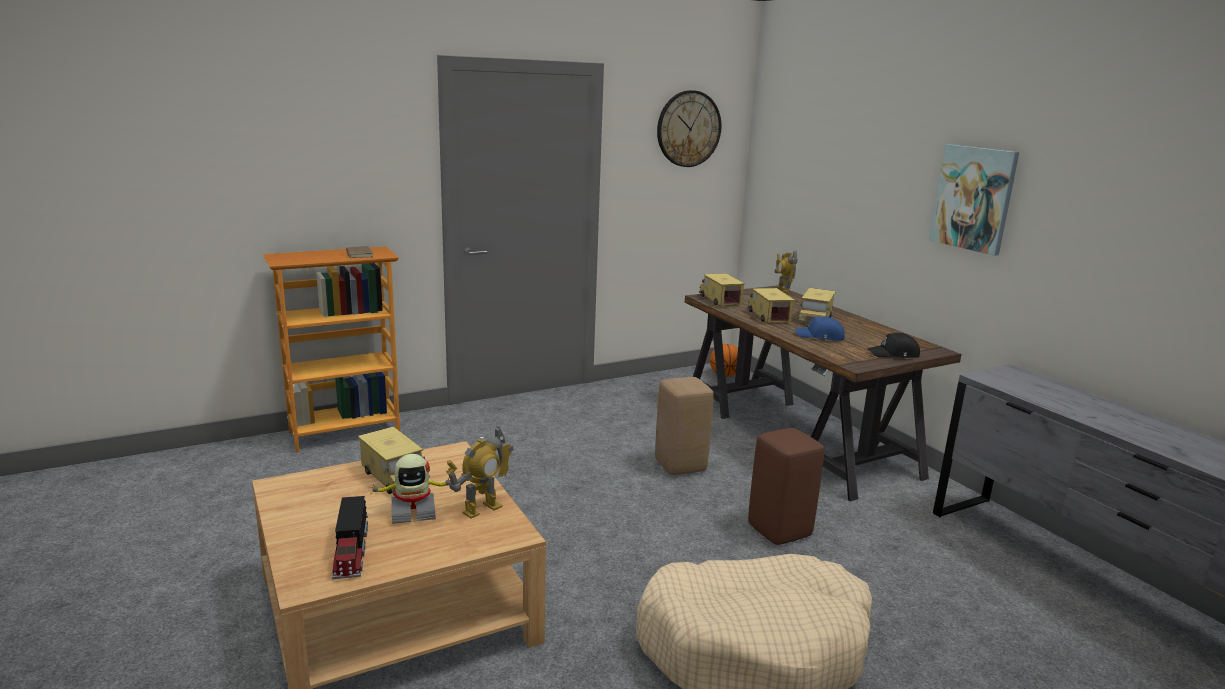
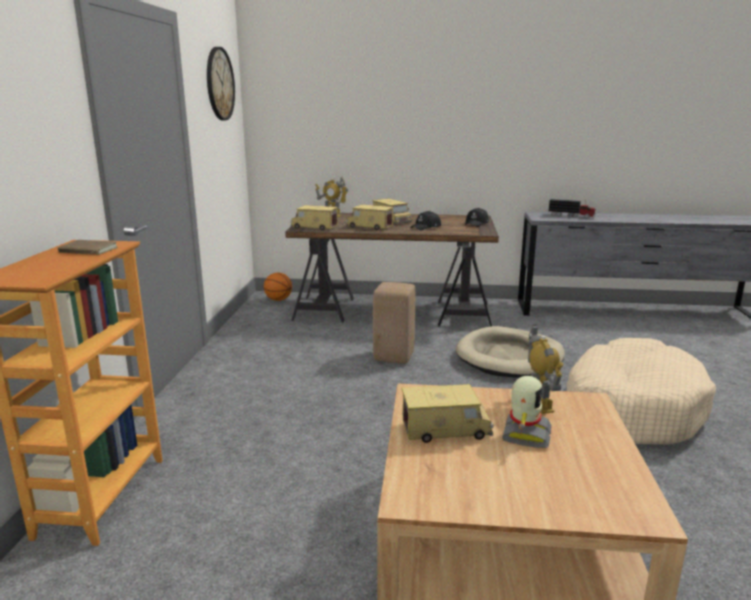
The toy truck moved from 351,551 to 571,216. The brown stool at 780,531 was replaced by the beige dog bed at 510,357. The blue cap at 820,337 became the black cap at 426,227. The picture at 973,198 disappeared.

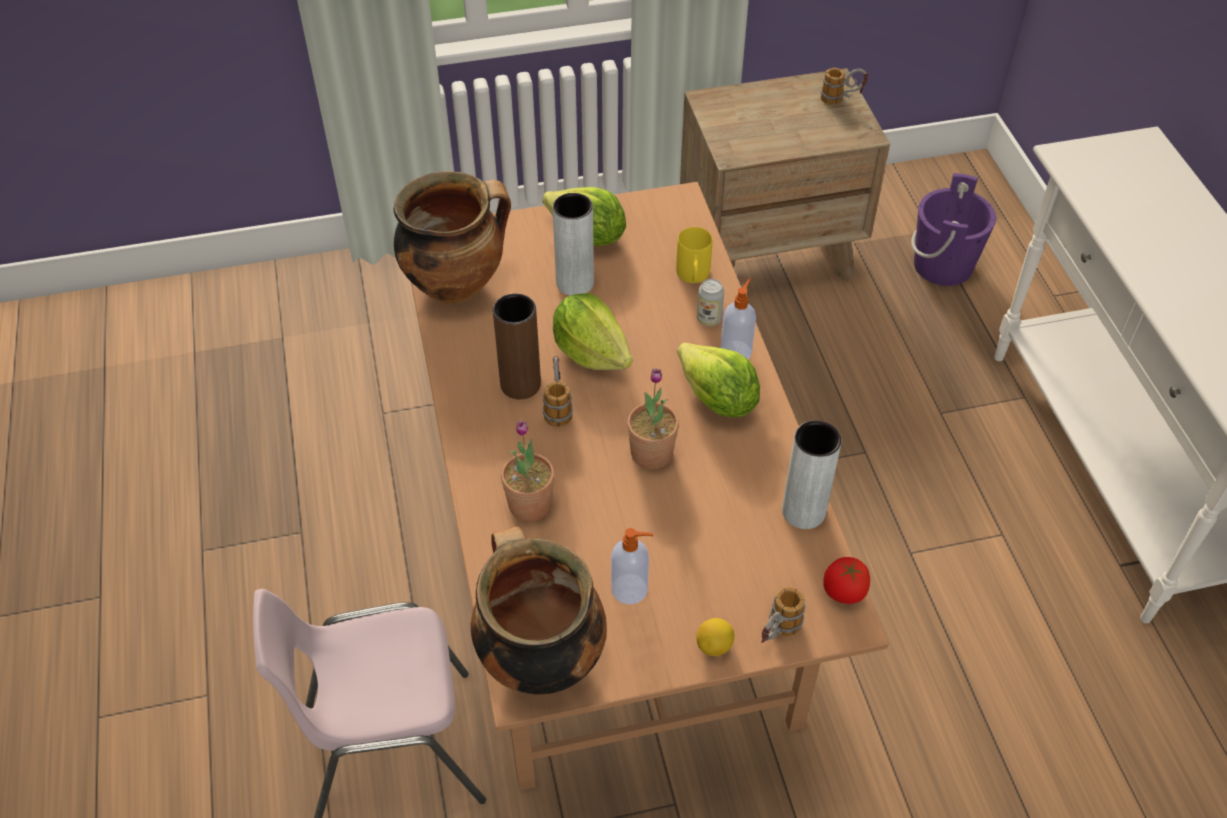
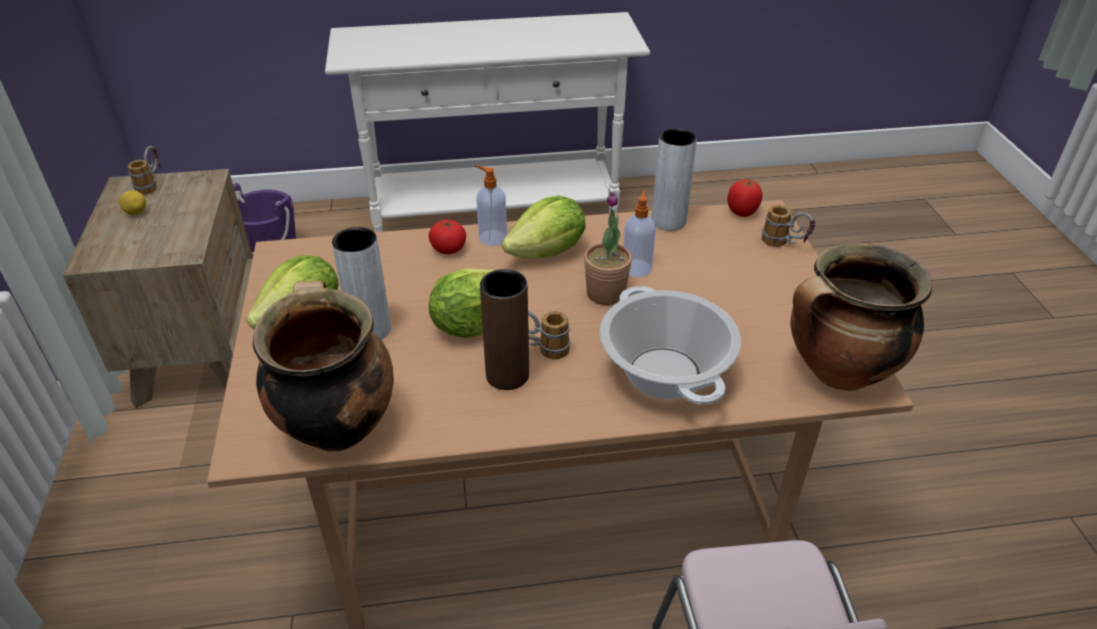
The potted plant at 530,504 was replaced by the cooking pot at 665,373. The soap dispenser moved from 631,589 to 636,267. The yellow mug at 693,277 disappeared. The lemon moved from 714,646 to 136,212. The can at 709,319 was replaced by the tomato at 448,249.

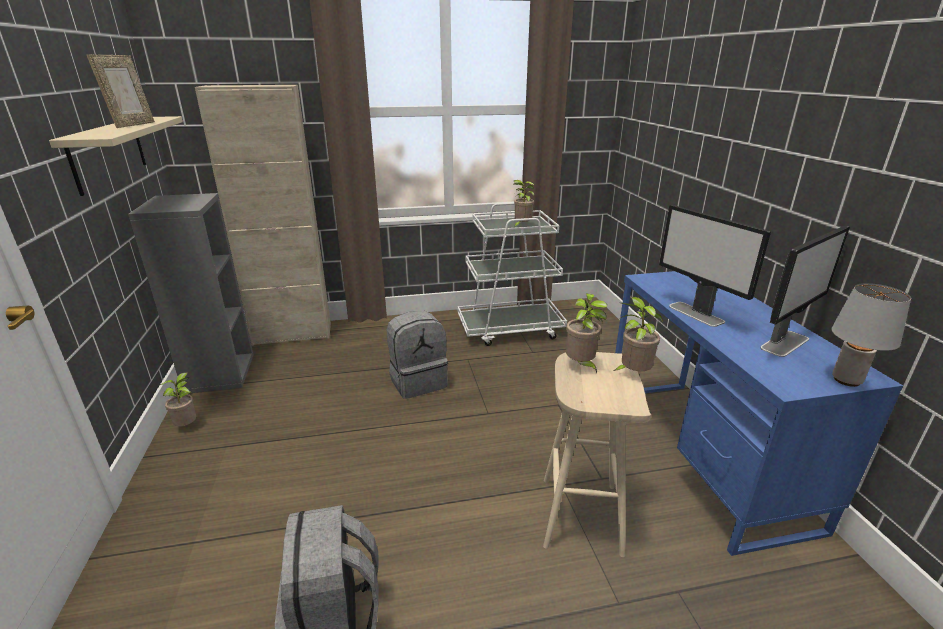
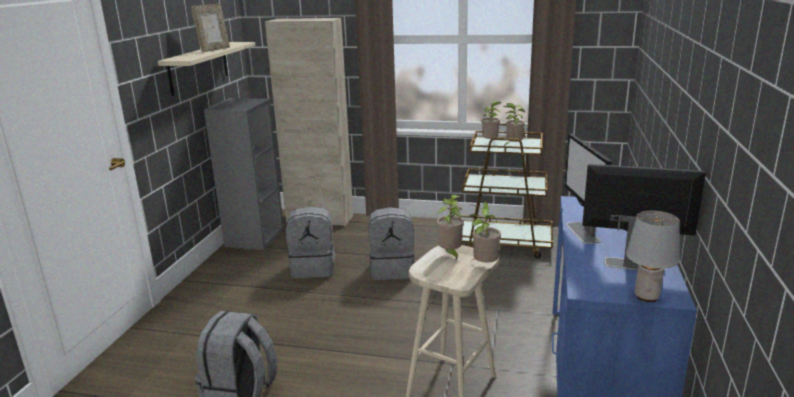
The potted plant moved from 188,426 to 490,142. The white cart at 510,329 became the brown cart at 503,243. The monitor at 785,343 turned 150 degrees counterclockwise. The grey backpack at 314,268 appeared.

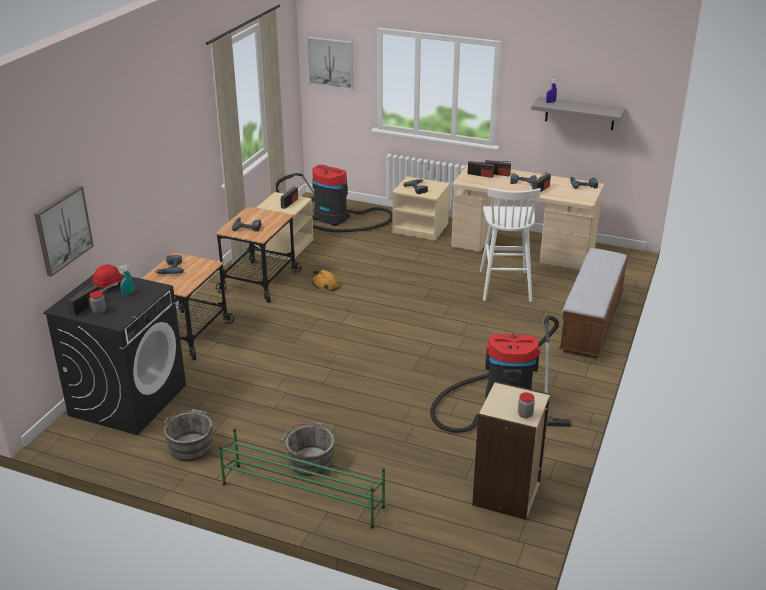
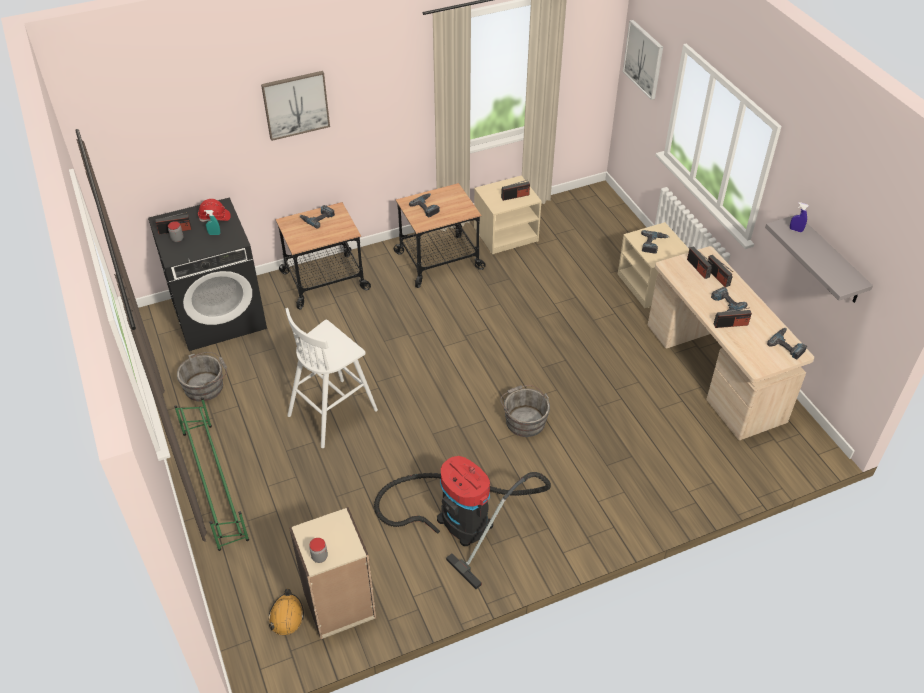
The picture moved from 63,230 to 296,105. The vacuum cleaner at 335,219 disappeared. The grey bucket moved from 308,461 to 524,420. The orange hard hat moved from 325,284 to 286,616. The white stool moved from 504,285 to 334,412. The bench at 591,322 disappeared.

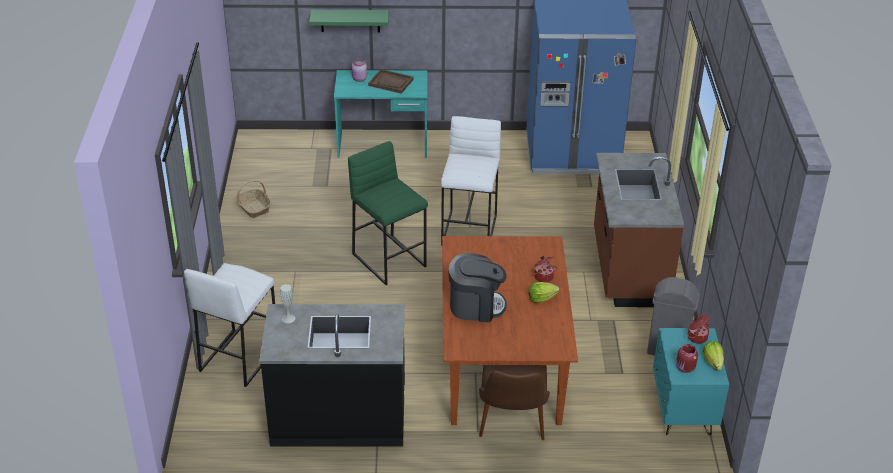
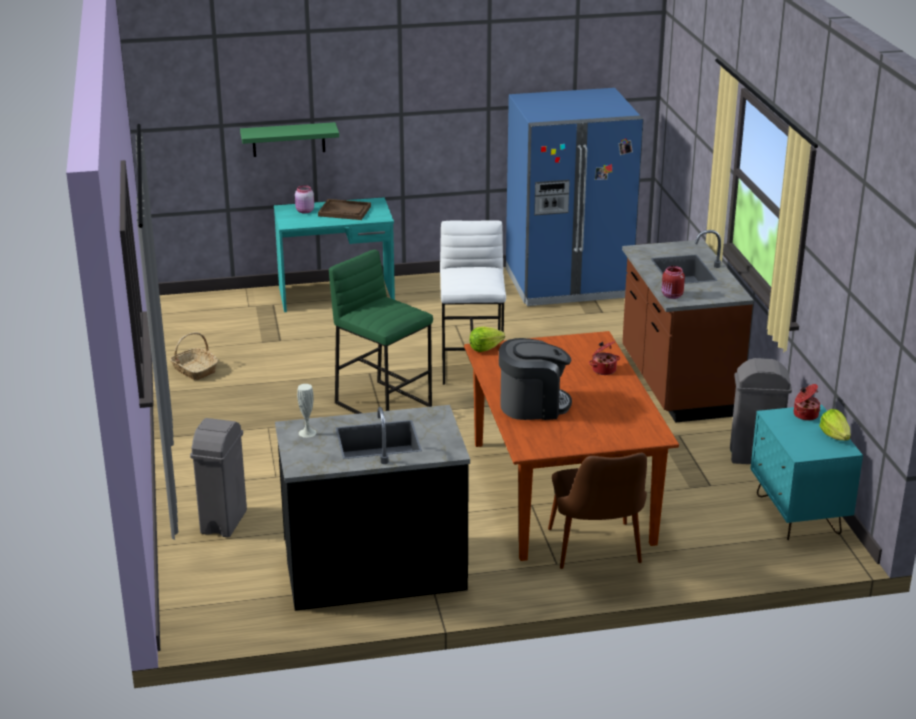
The white stool at 238,357 was replaced by the grey trash can at 223,522. The lettuce moved from 541,298 to 485,348. The red jar moved from 685,368 to 672,296.

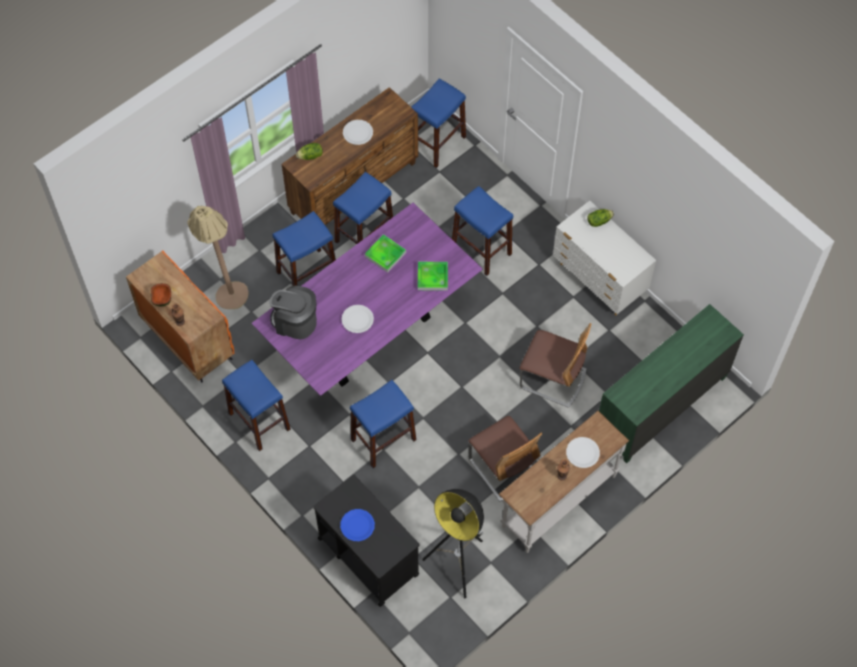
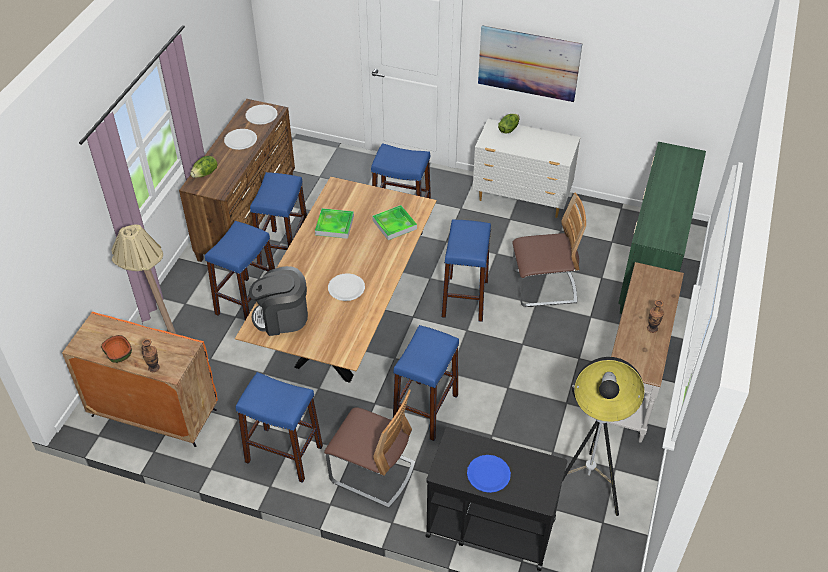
The purple dining table at 370,334 became the brown dining table at 346,325. The blue stool moved from 437,143 to 465,299. The chair moved from 503,468 to 373,472. The white plate moved from 582,453 to 261,115. The picture at 528,63 appeared.

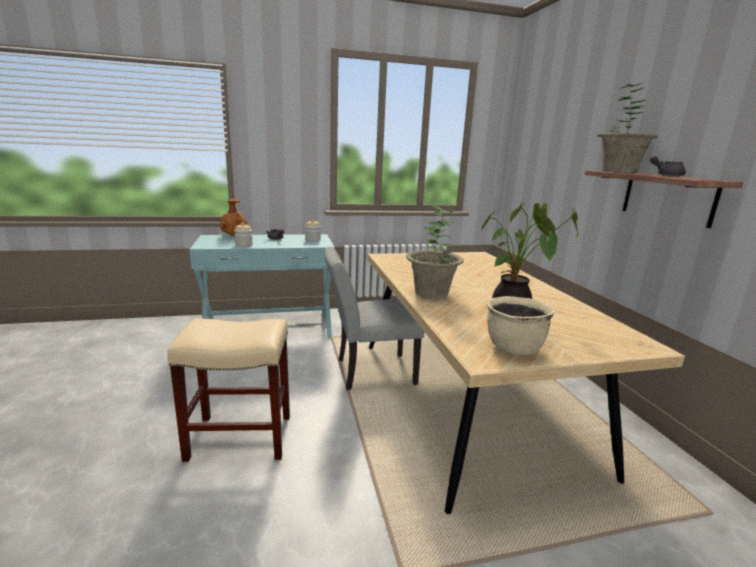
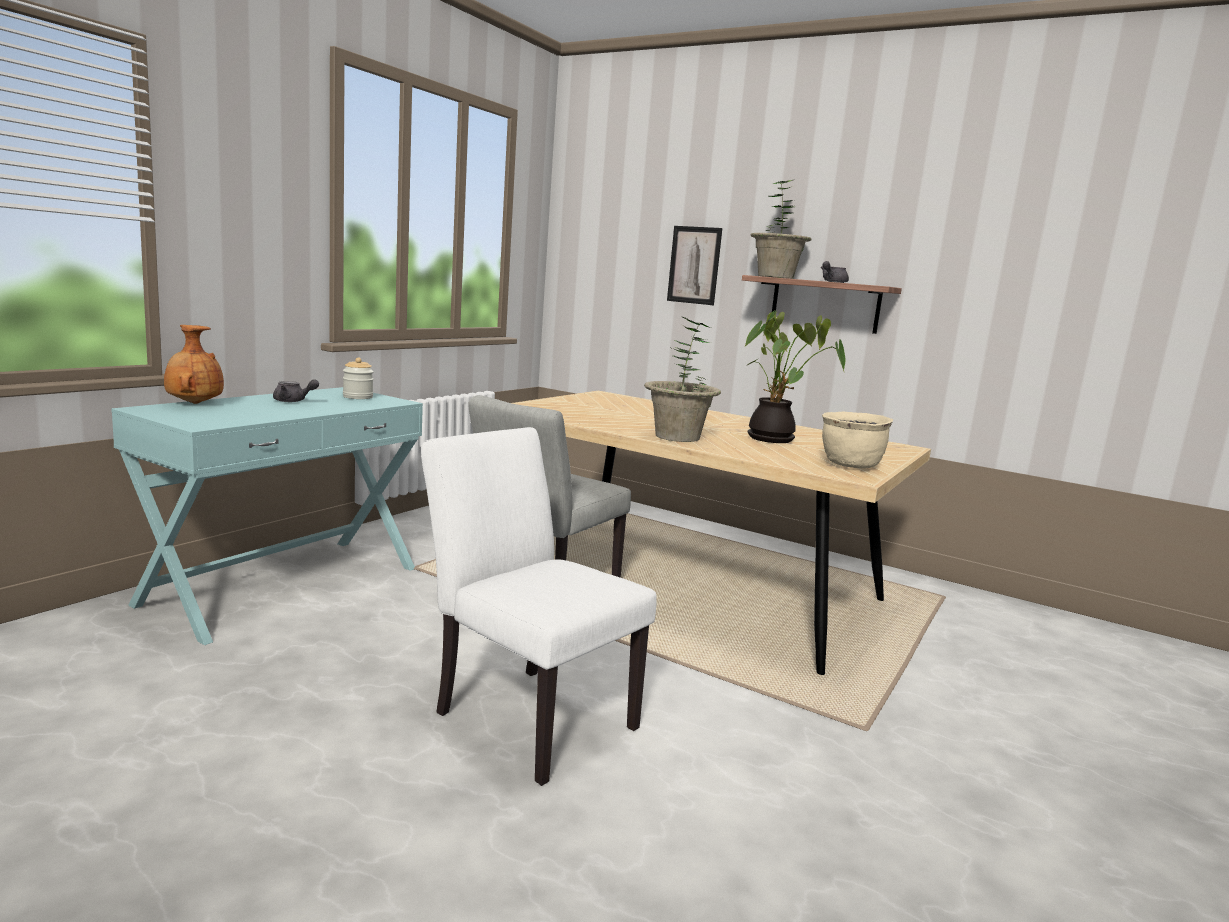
The beige stool at 241,437 was replaced by the white chair at 525,714. The jar at 243,245 disappeared. The picture at 694,265 appeared.

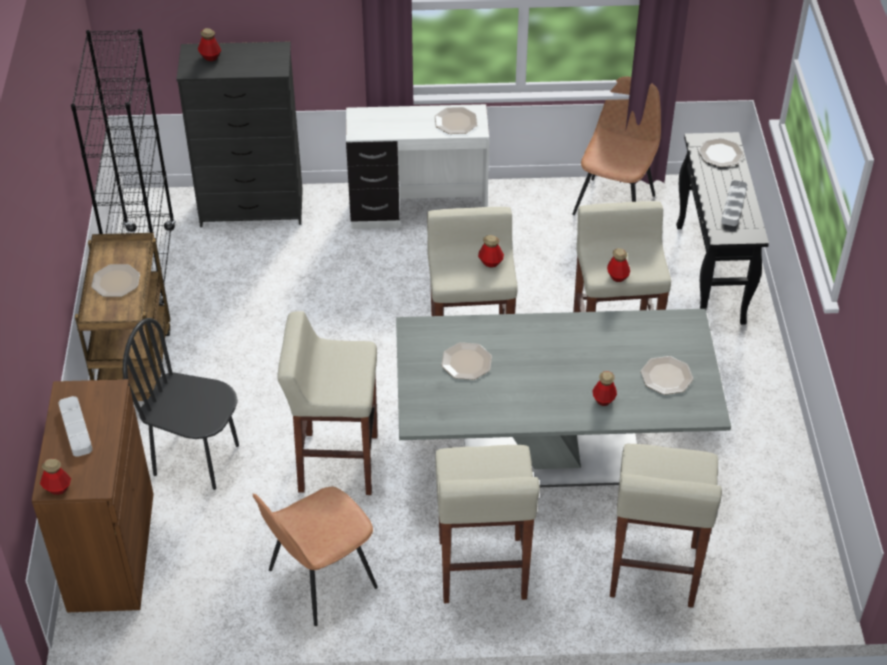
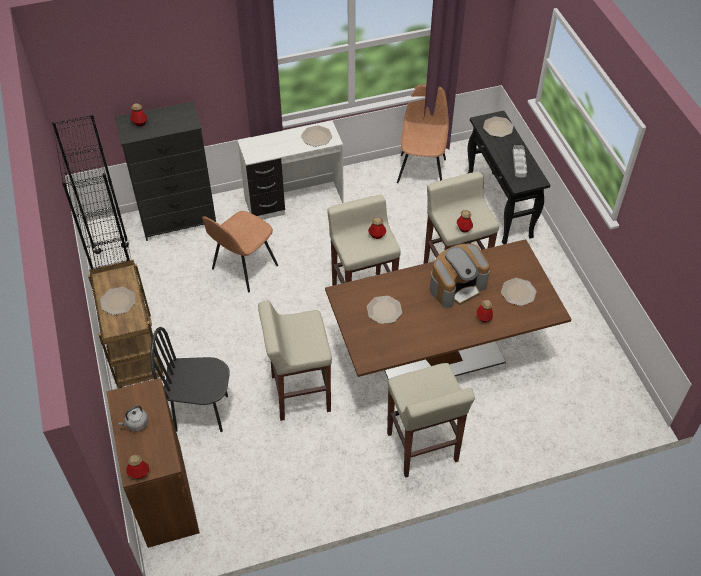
The grey tray at 76,429 was replaced by the grey kettle at 136,424. The brown chair moved from 320,580 to 243,268. The grey dining table at 551,454 became the brown dining table at 439,355. The beige stool at 653,572 disappeared. The coffee machine at 457,286 appeared.

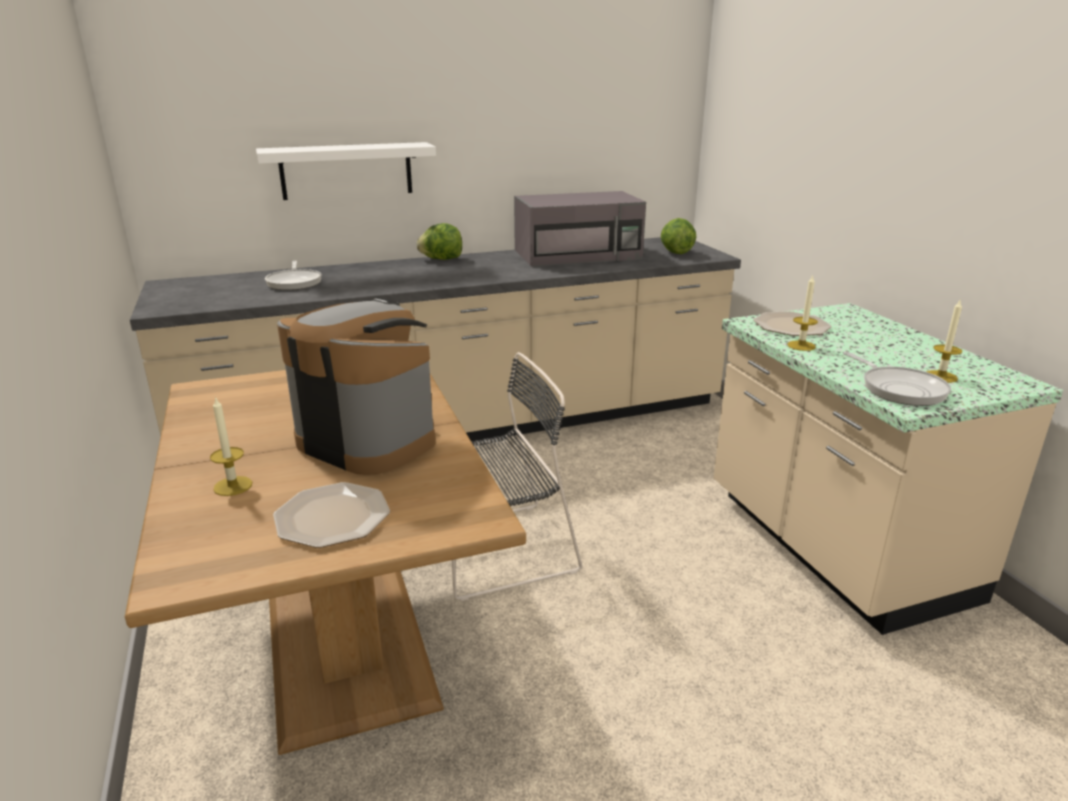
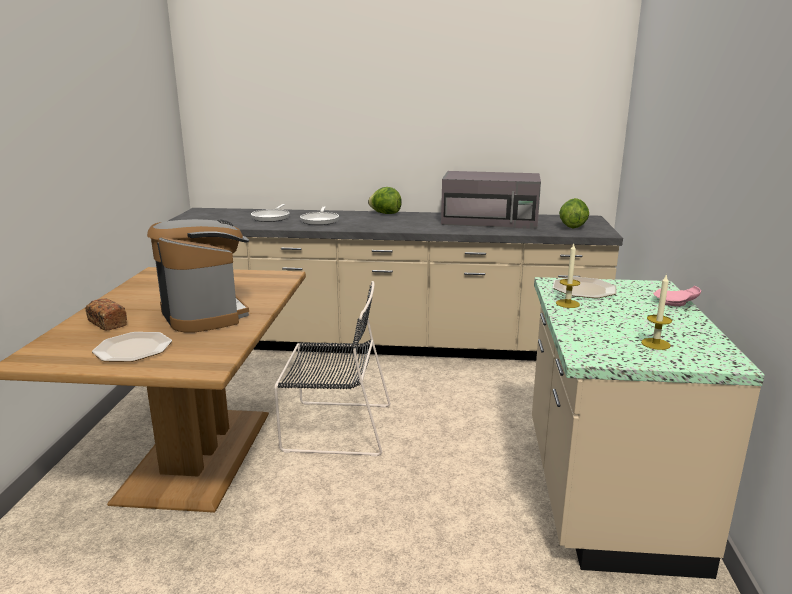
The candle at 233,486 was replaced by the bread at 107,323. The white shelf at 346,170 disappeared. The frying pan moved from 899,389 to 320,220. The pink plate at 676,303 appeared.

